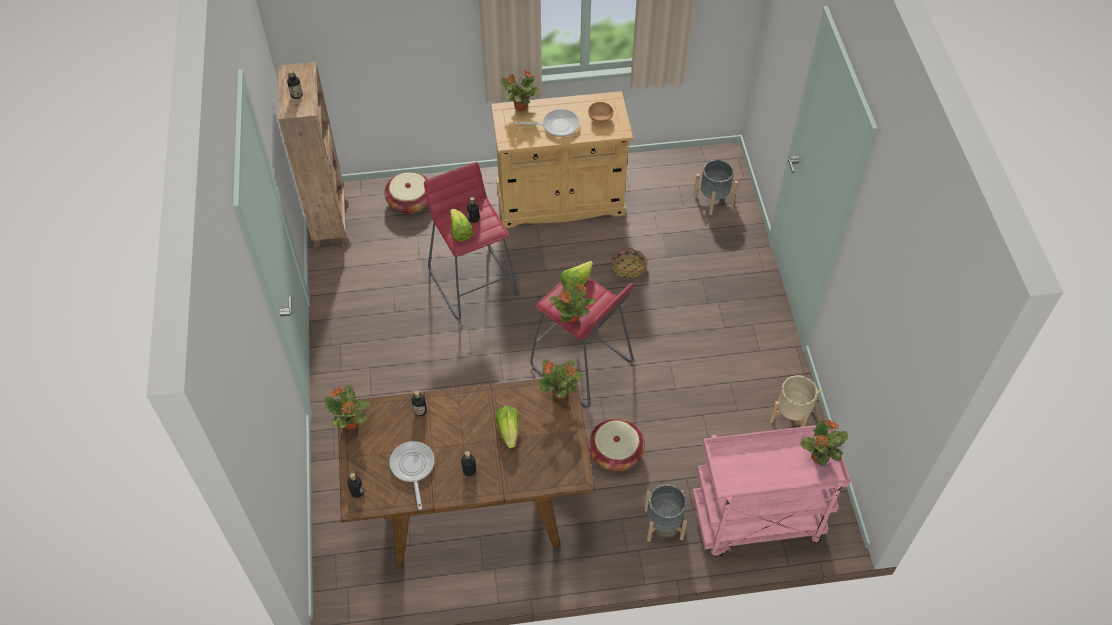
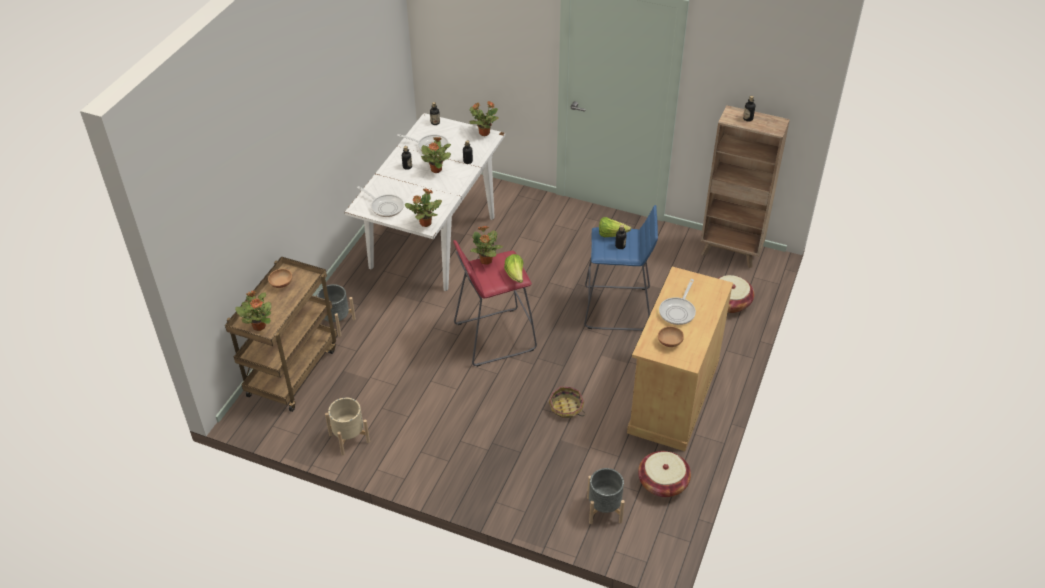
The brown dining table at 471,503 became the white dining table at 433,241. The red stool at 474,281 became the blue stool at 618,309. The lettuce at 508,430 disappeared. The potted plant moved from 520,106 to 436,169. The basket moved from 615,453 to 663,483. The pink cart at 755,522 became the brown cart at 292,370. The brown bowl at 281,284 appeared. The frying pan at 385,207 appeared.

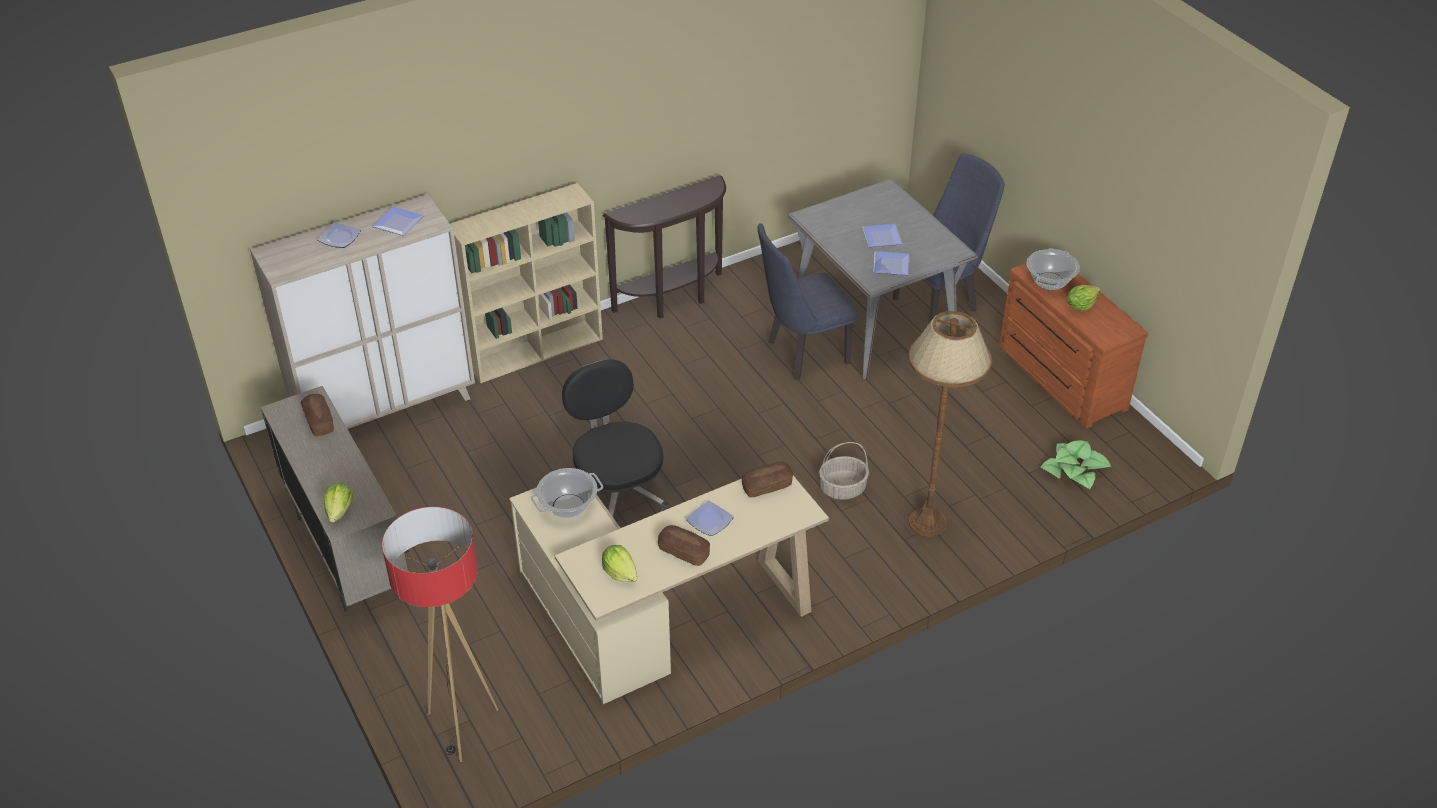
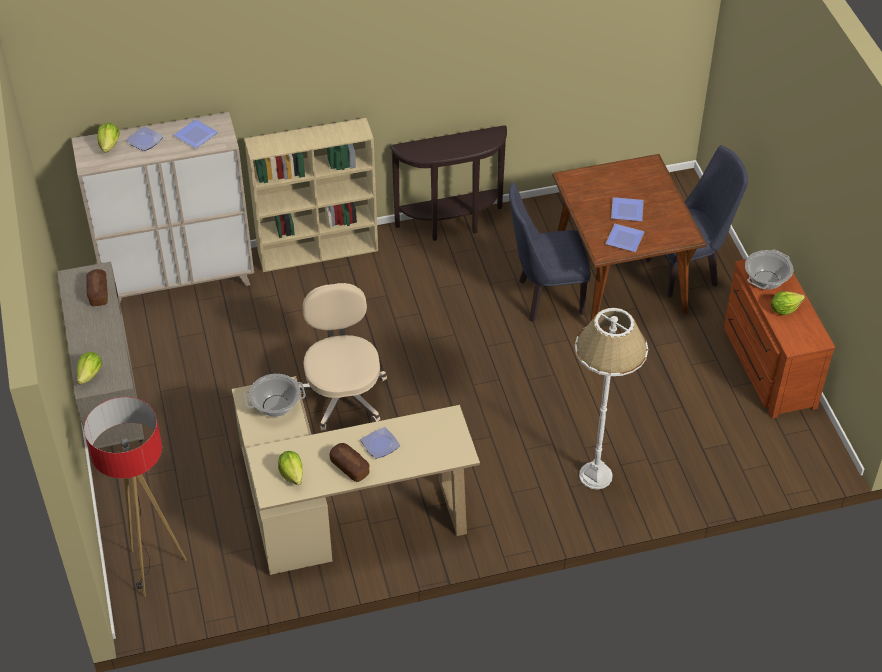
The black office chair at 617,493 became the beige office chair at 343,394. The bread at 767,486 disappeared. The grey dining table at 873,322 became the brown dining table at 619,280. The basket at 842,489 disappeared. The brown floor lamp at 928,522 became the white floor lamp at 596,475. The potted plant at 1074,470 disappeared. The lettuce at 109,145 appeared.

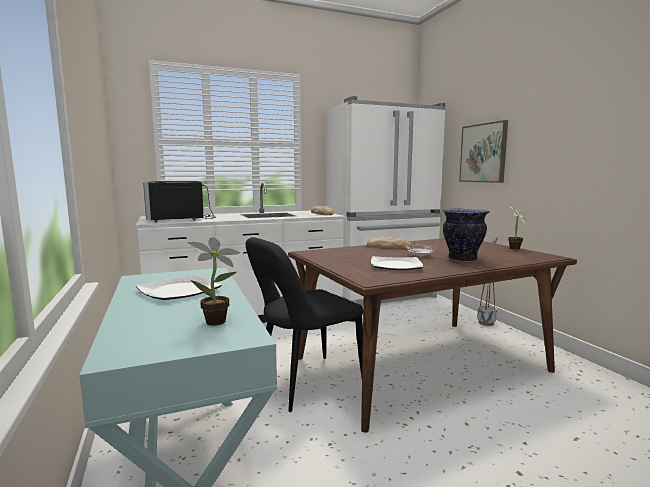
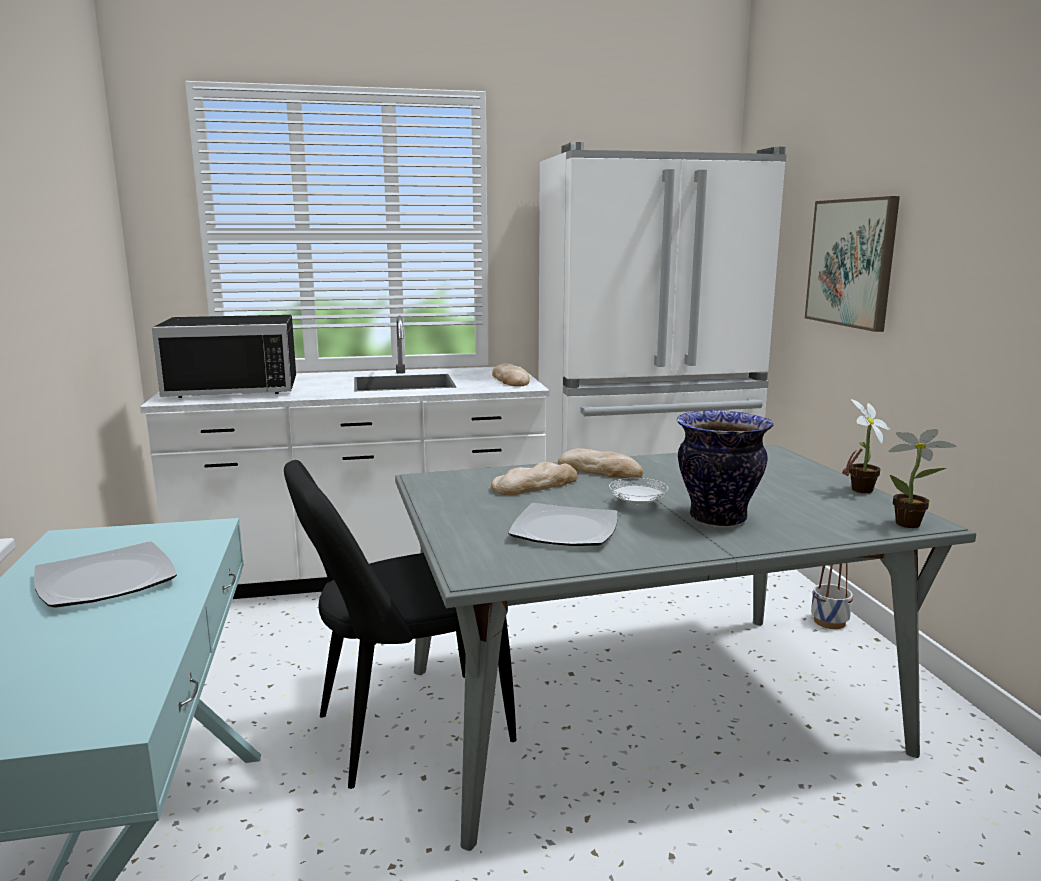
The black microwave at 180,218 turned 90 degrees counterclockwise. The potted plant moved from 218,322 to 912,525. The brown dining table at 421,364 became the grey dining table at 646,709. The bread at 535,485 appeared.

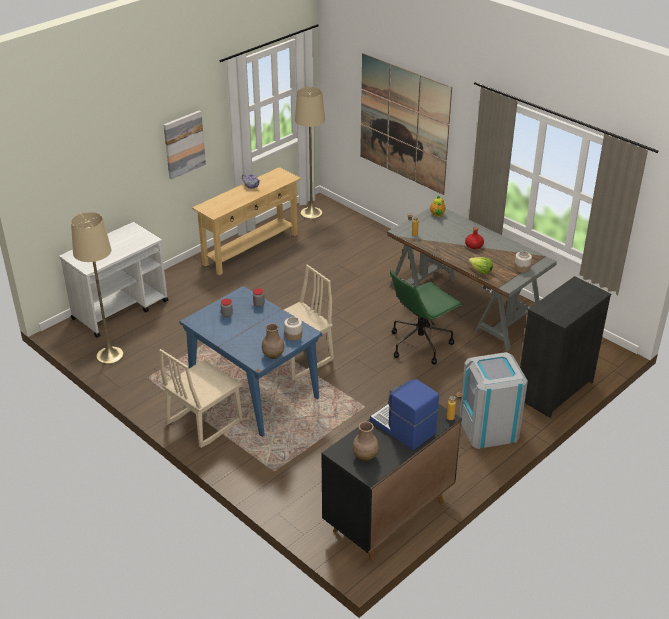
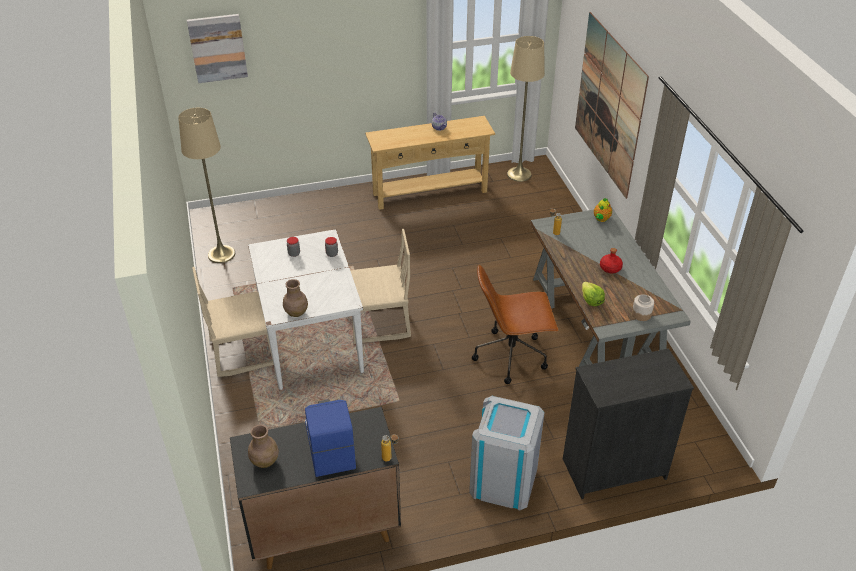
The white cart at 121,310 disappeared. The picture moved from 184,144 to 217,48. The blue dining table at 255,392 became the white dining table at 311,341. The jar at 293,335 disappeared. The green office chair at 420,344 became the brown office chair at 512,355.

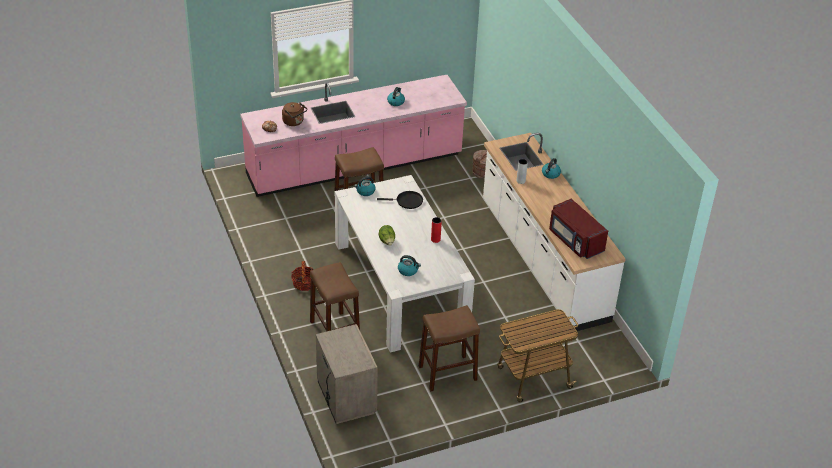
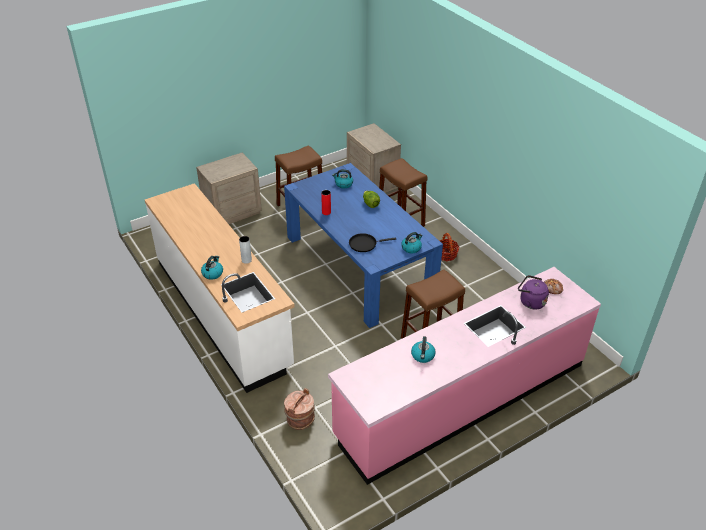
The brown kettle at 294,122 became the purple kettle at 530,302. The white dining table at 400,286 became the blue dining table at 359,266. The cart at 532,378 was replaced by the beige nightstand at 232,212. The red microwave at 575,241 disappeared.

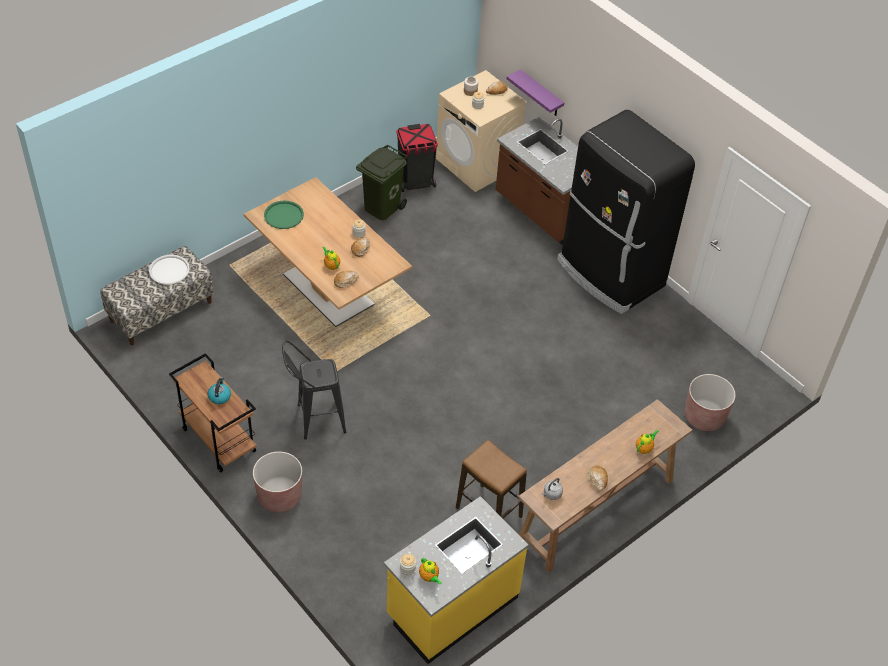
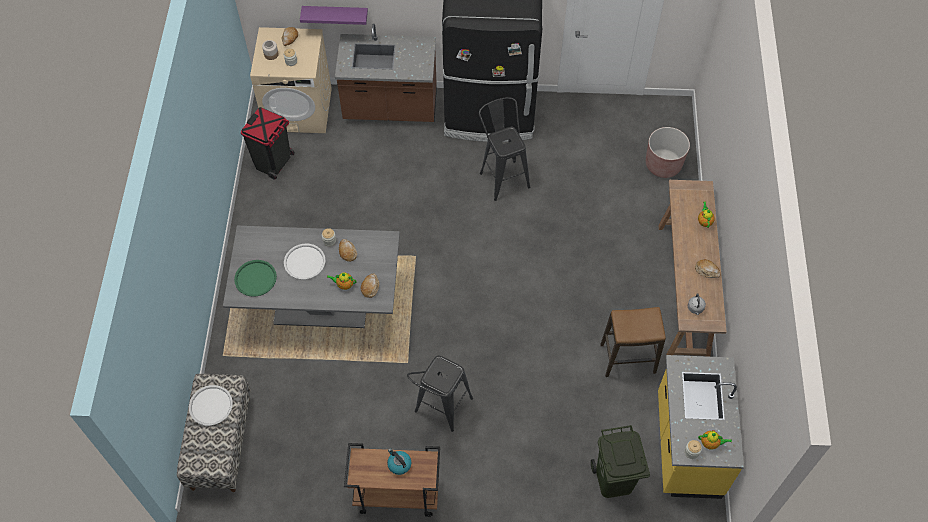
The brown dining table at 328,290 became the grey dining table at 321,305. The brown planter at 279,496 disappeared. The green trash can moved from 381,207 to 613,479. The white tray at 304,262 appeared. The black stool at 502,176 appeared.

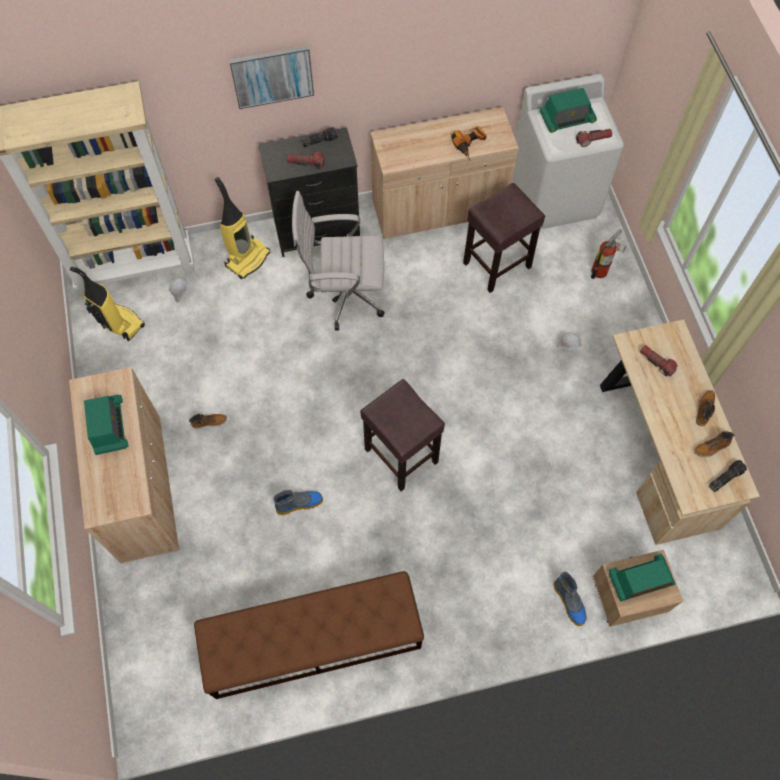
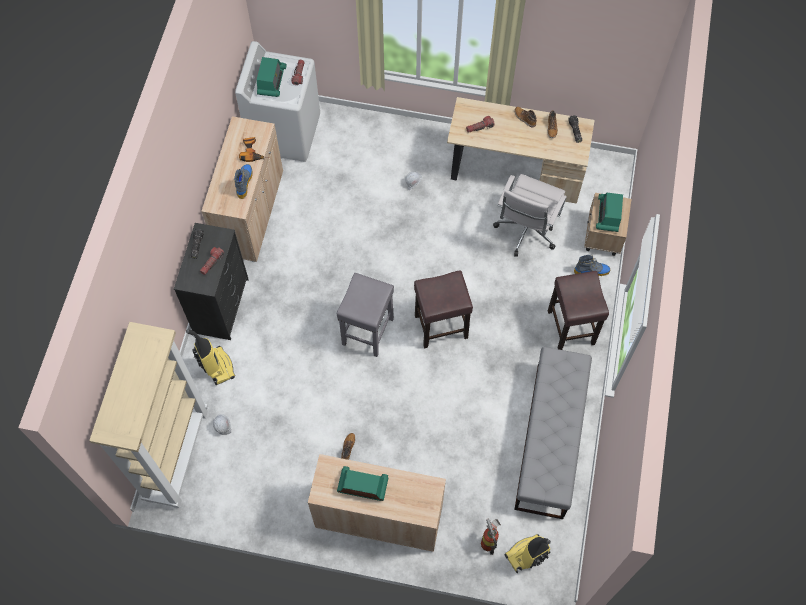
The vacuum cleaner moved from 119,323 to 527,555. The brown bench at 312,642 became the grey bench at 549,440. The picture at 272,76 disappeared. The boot moved from 299,504 to 244,182. The white office chair moved from 344,295 to 525,232. The brown stool moved from 496,265 to 571,328. The fire extinguisher moved from 602,271 to 489,541. The grey stool at 367,332 appeared.

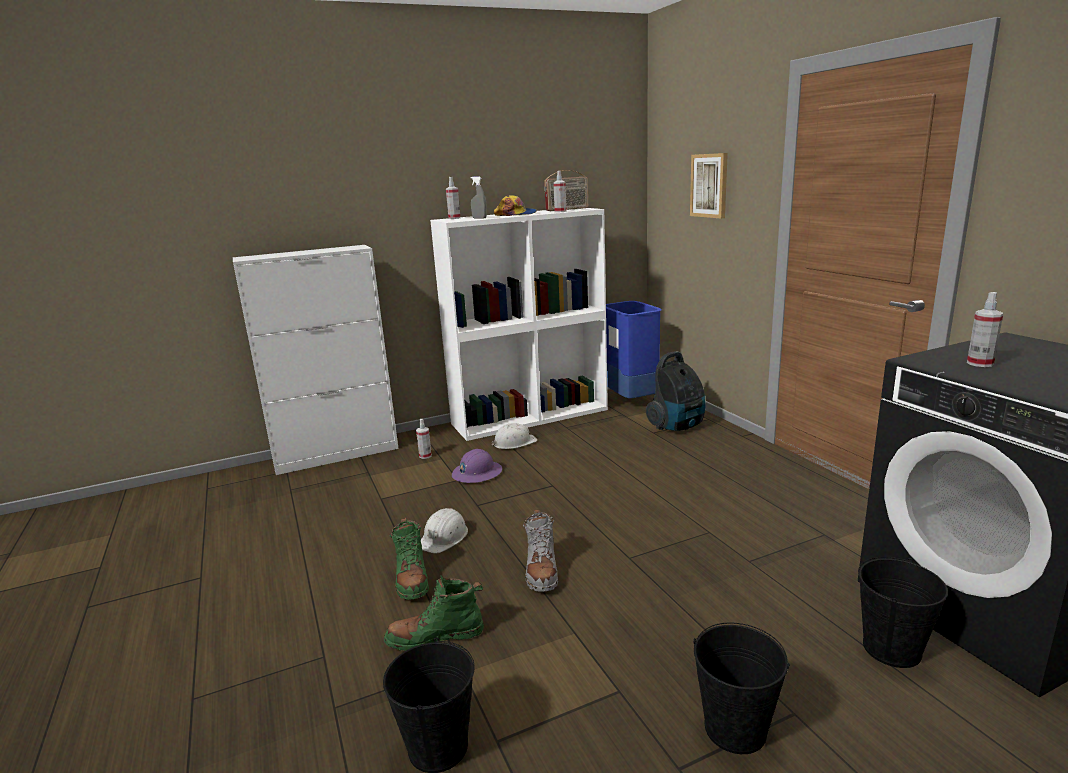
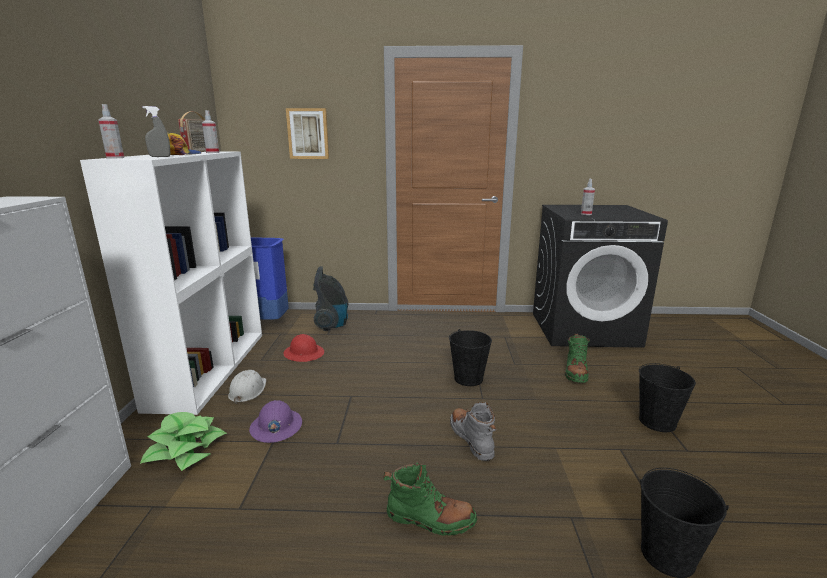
The green boot moved from 435,636 to 575,372. The spray bottle at 425,456 was replaced by the potted plant at 186,450. The white hard hat at 444,537 disappeared. The grey boot at 541,571 turned 135 degrees counterclockwise. The black bucket moved from 892,649 to 468,378. The red hard hat at 304,353 appeared.

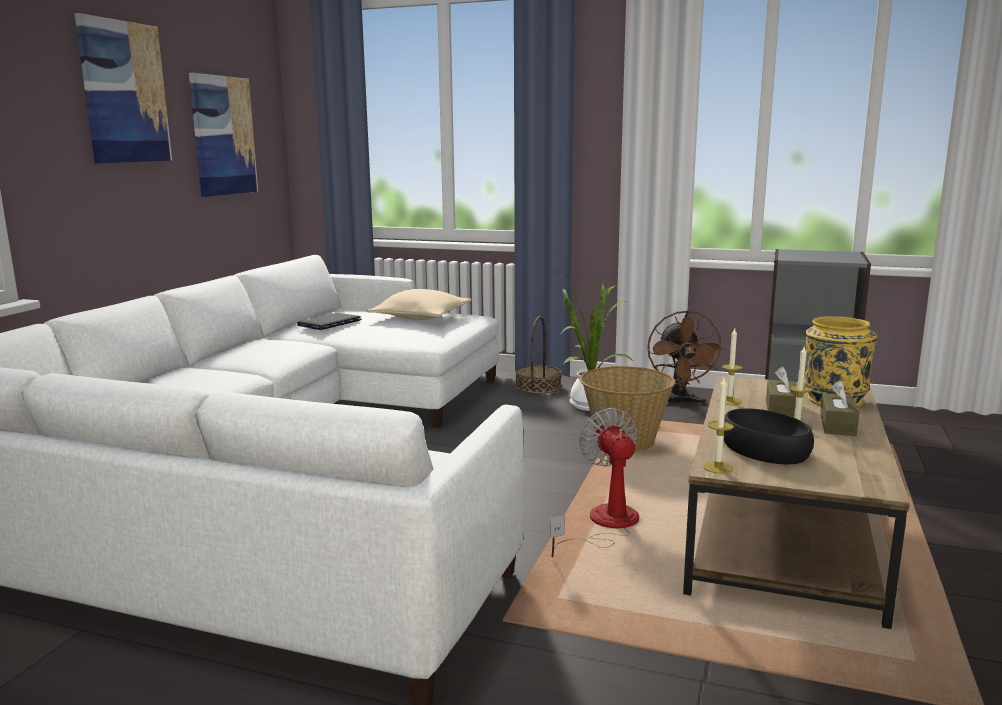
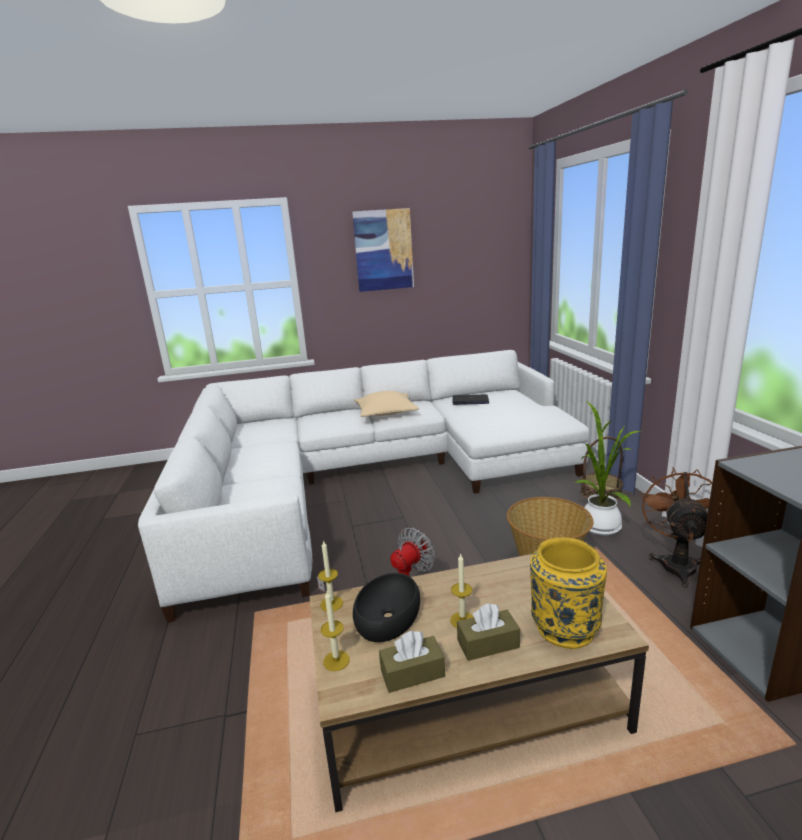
The picture at 223,136 disappeared. The beige pillow moved from 421,317 to 385,412. The brown fan at 679,403 turned 135 degrees clockwise. The candle moved from 729,401 to 336,660. The brown tissue box moved from 781,409 to 412,673.

